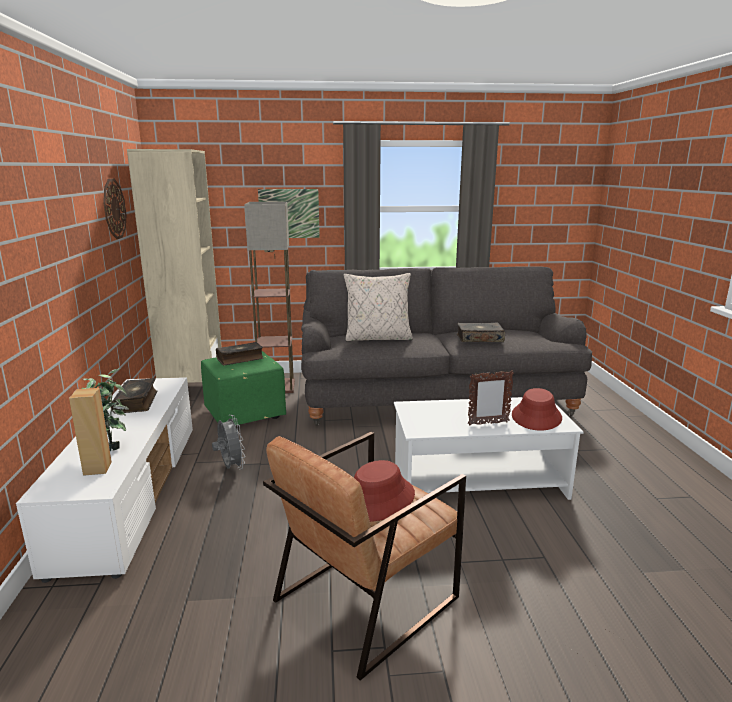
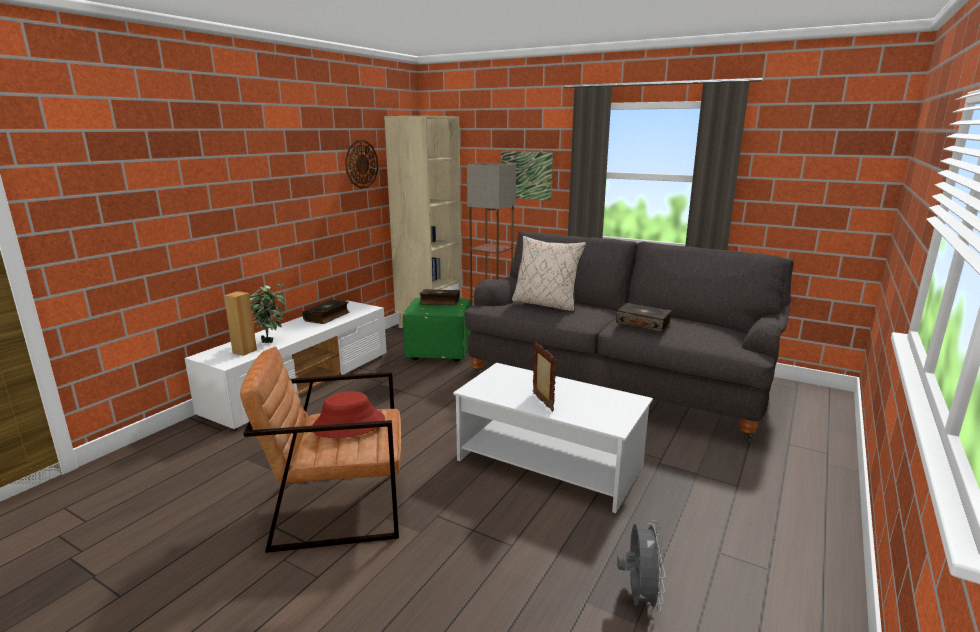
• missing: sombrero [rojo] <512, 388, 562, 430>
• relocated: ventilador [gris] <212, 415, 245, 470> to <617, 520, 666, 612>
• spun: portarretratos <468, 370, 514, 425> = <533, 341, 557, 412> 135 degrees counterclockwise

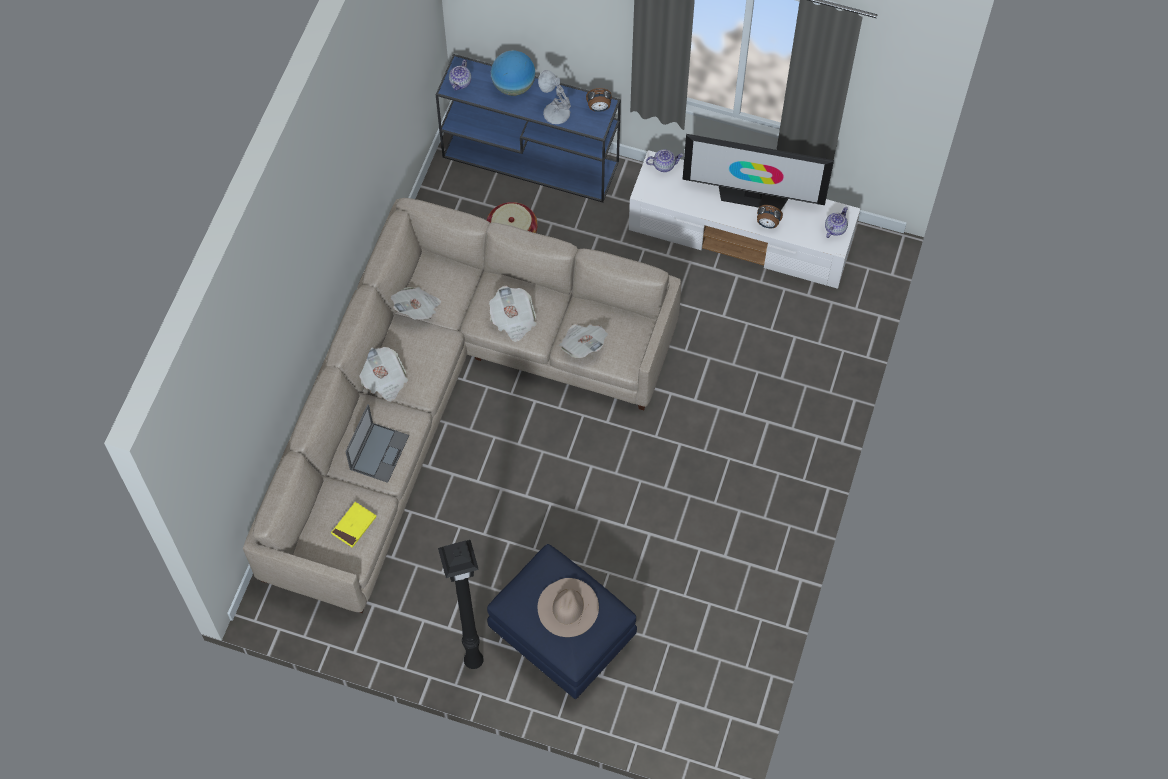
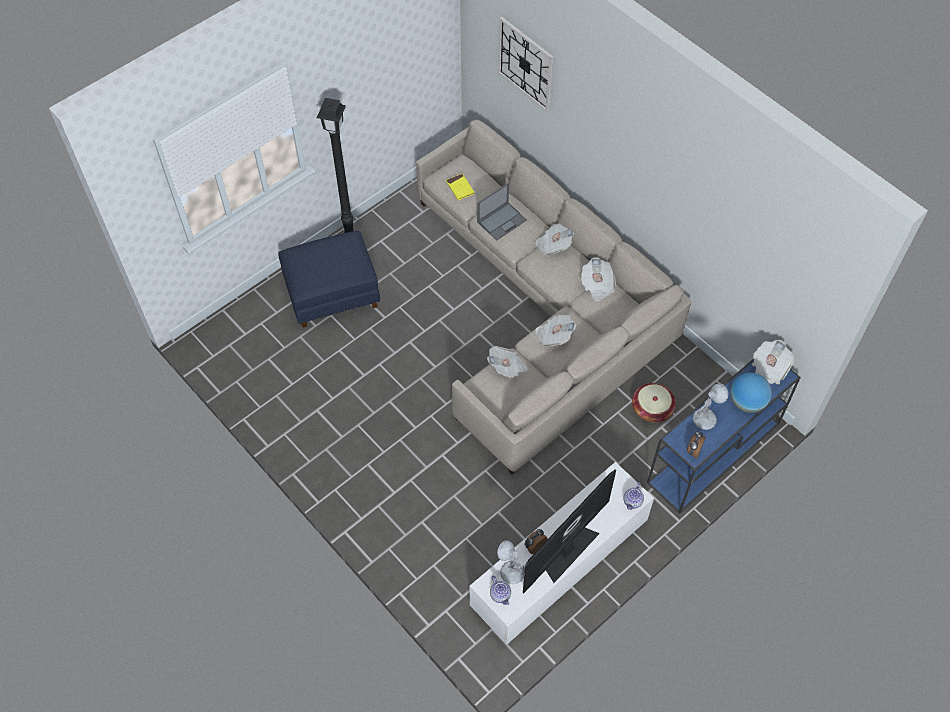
• missing: sombrero [beis] <538, 578, 599, 637>
• appeared: lámpara de mesa [blanco] <497, 540, 525, 584>
• appeared: reloj de pared <498, 17, 554, 112>
• exchanged: tetera <449, 60, 471, 90> to periódico <752, 340, 794, 384>
• spun: portátil <345, 404, 409, 483> = <477, 183, 527, 241> 90 degrees counterclockwise

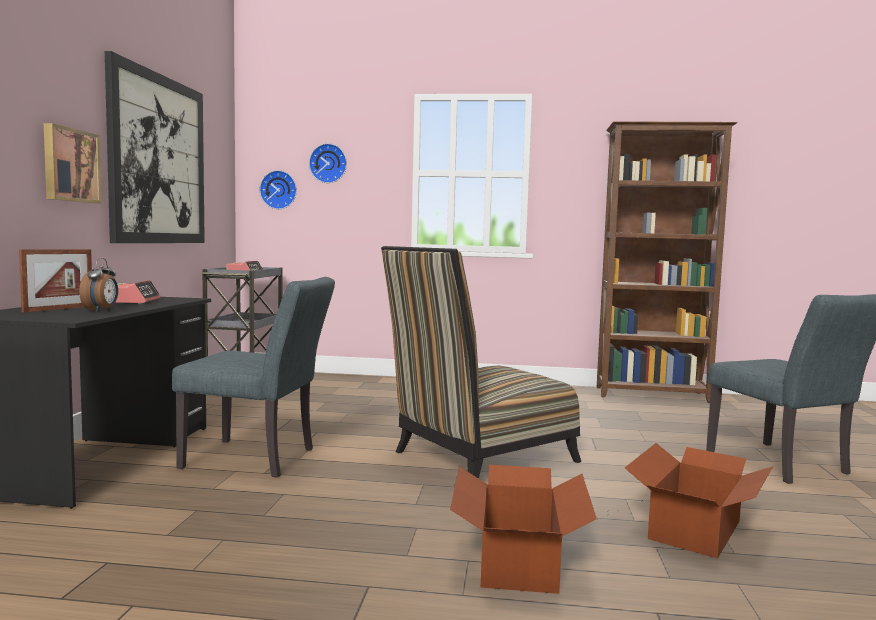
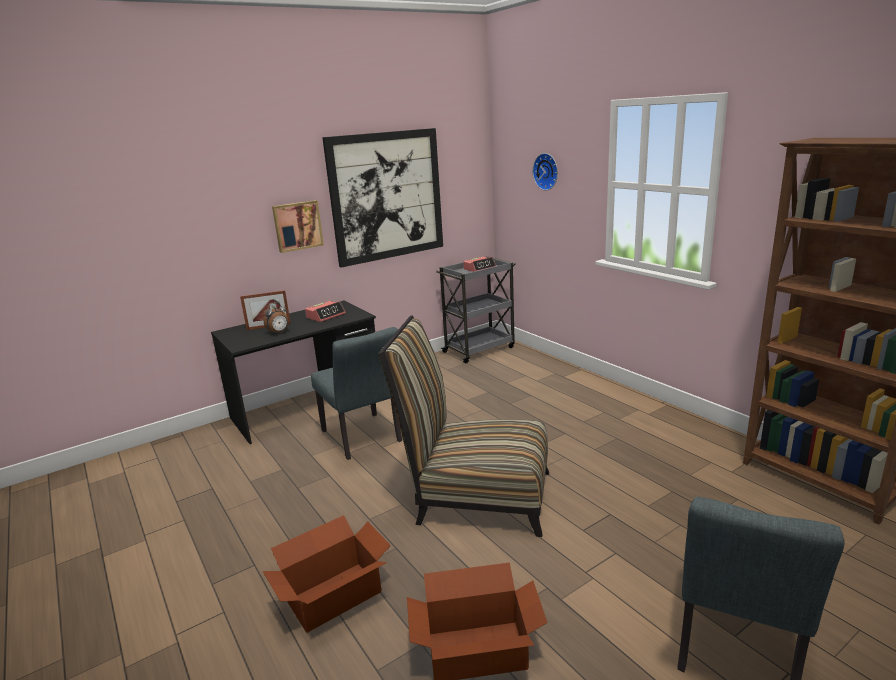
• missing: reloj de pared <260, 170, 297, 209>

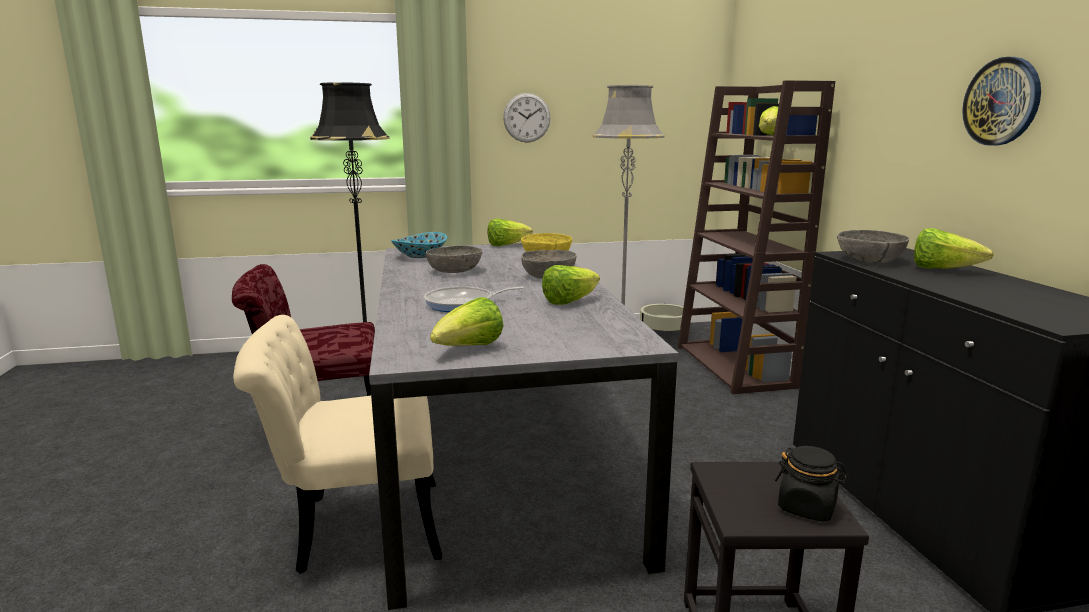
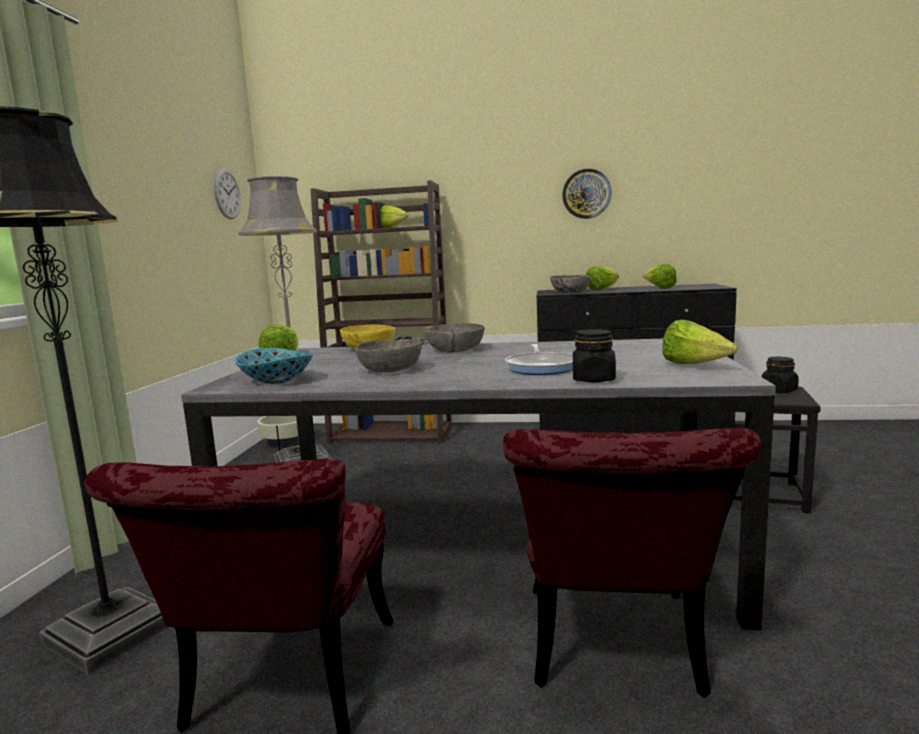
• appeared: tarro [negro] <573, 329, 616, 382>
• relocated: reloj de pared <503, 93, 550, 143> to <214, 168, 241, 219>
• relocated: lechuga <542, 265, 600, 305> to <643, 263, 677, 289>
• colour: silla [beis] <233, 315, 442, 574> to silla [rojo] <503, 428, 761, 698>

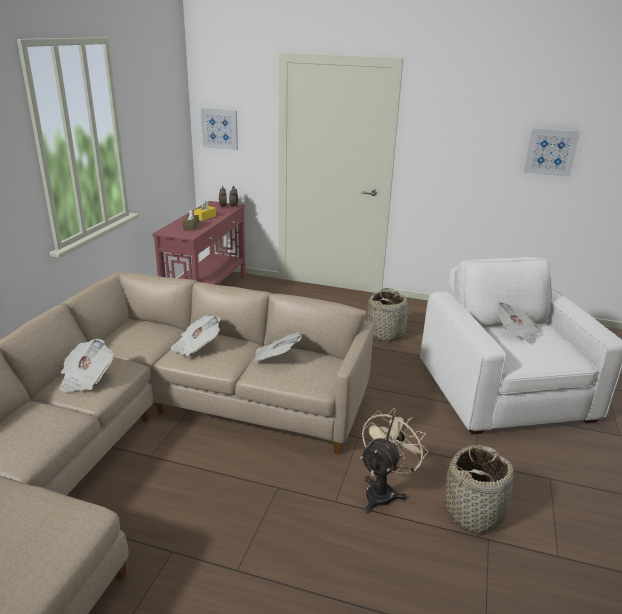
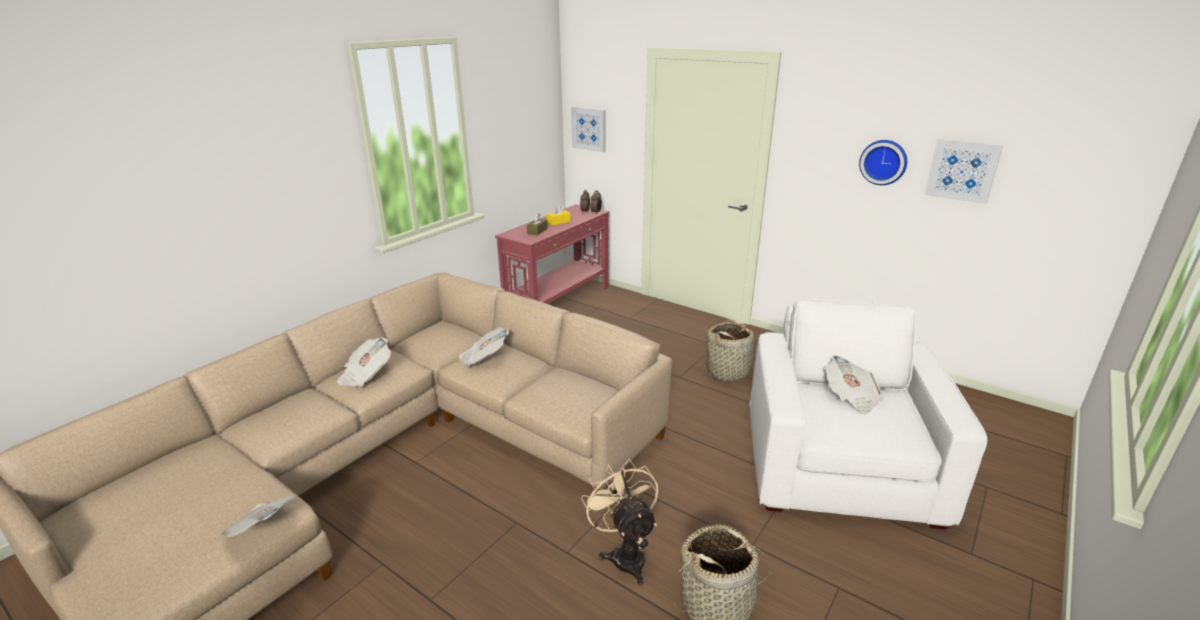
• appeared: reloj de pared <859, 140, 907, 185>
• relocated: periódico <254, 332, 302, 362> to <221, 494, 295, 537>
• spun: ventilador [beis] <360, 408, 428, 513> = <581, 459, 658, 585> 75 degrees counterclockwise

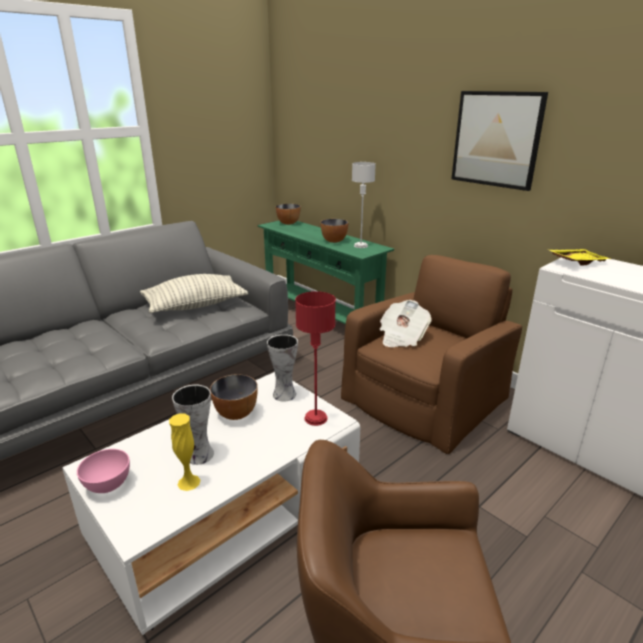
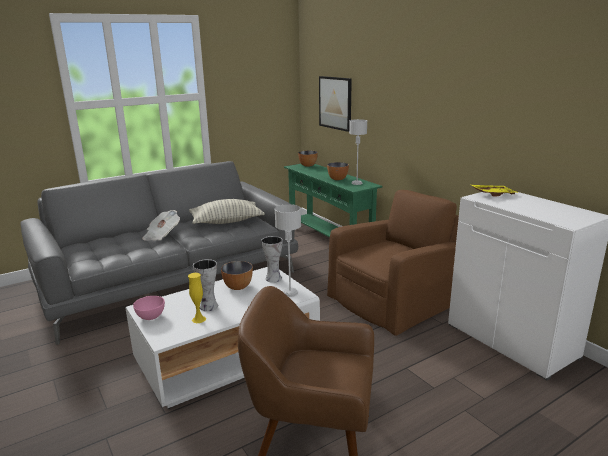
• relocated: periódico <380, 300, 431, 347> to <142, 210, 180, 241>
• relocated: cuadro <451, 91, 548, 191> to <319, 76, 352, 132>
• colour: lámpara de mesa [rojo] <295, 291, 336, 426> to lámpara de mesa [gris] <275, 204, 301, 297>

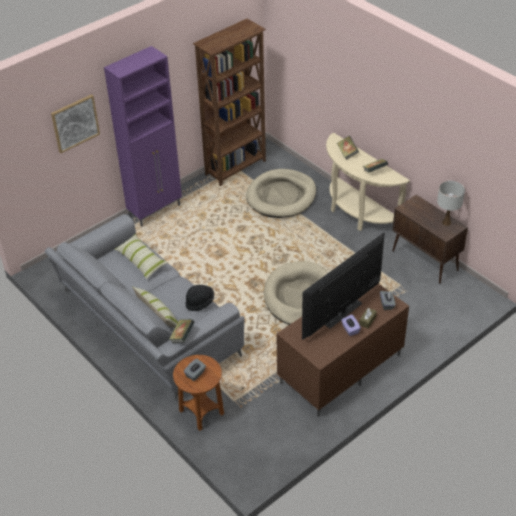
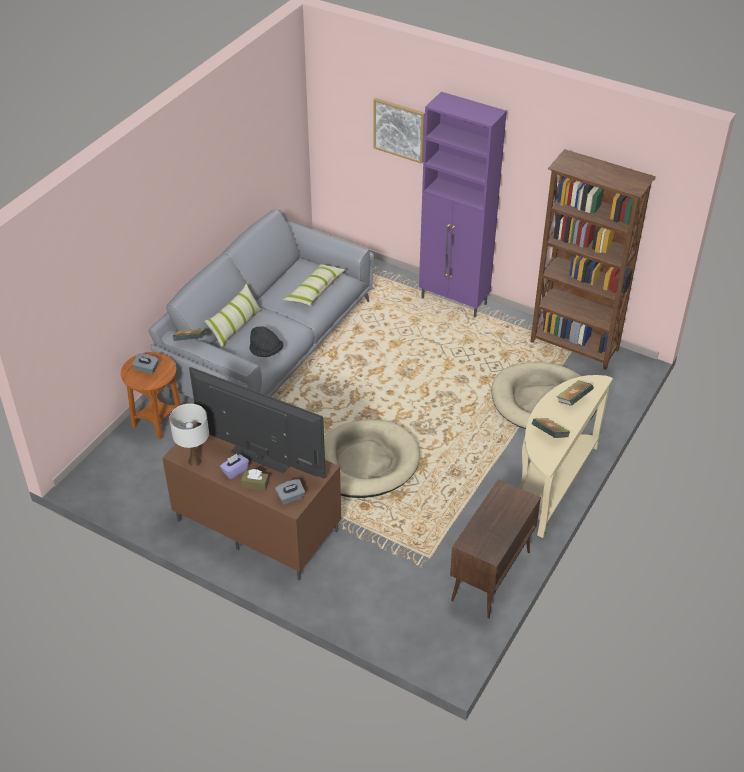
• relocated: lámpara de mesa [blanco] <437, 181, 465, 226> to <169, 404, 209, 466>

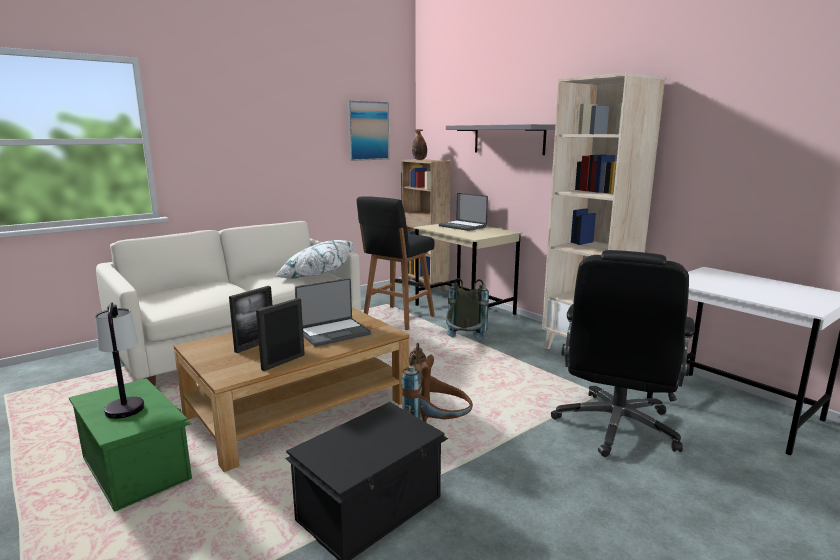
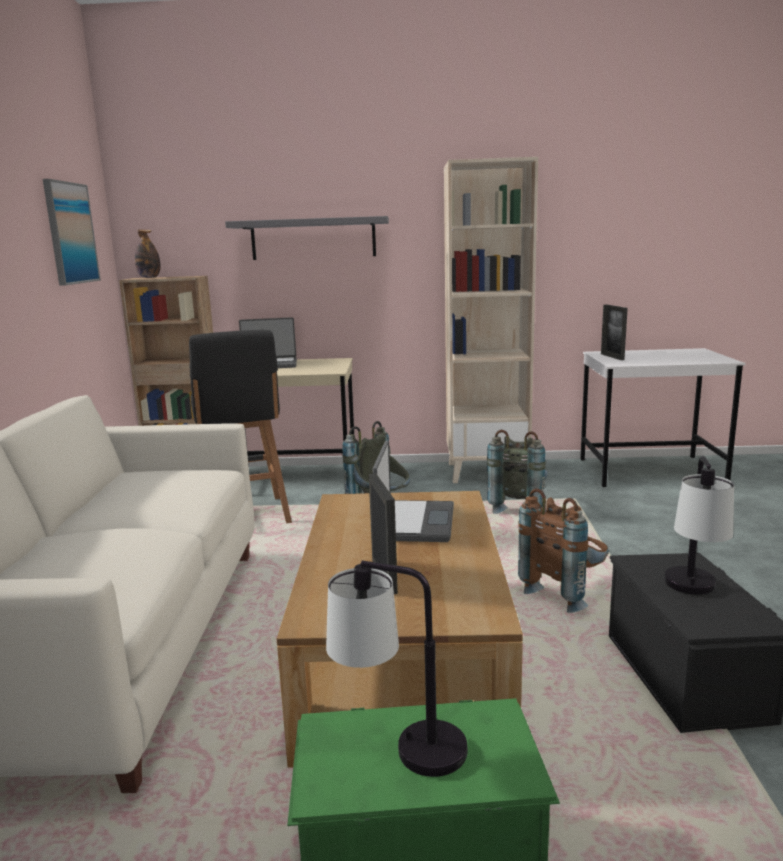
• missing: cojín [blanco] <275, 240, 355, 278>
• missing: silla de oficina [negro] <551, 250, 695, 457>
• appeared: mochila [gris] <487, 430, 548, 514>
• appeared: lámpara de mesa <664, 456, 734, 595>
• relocated: portarretratos <256, 298, 305, 371> to <601, 305, 628, 360>

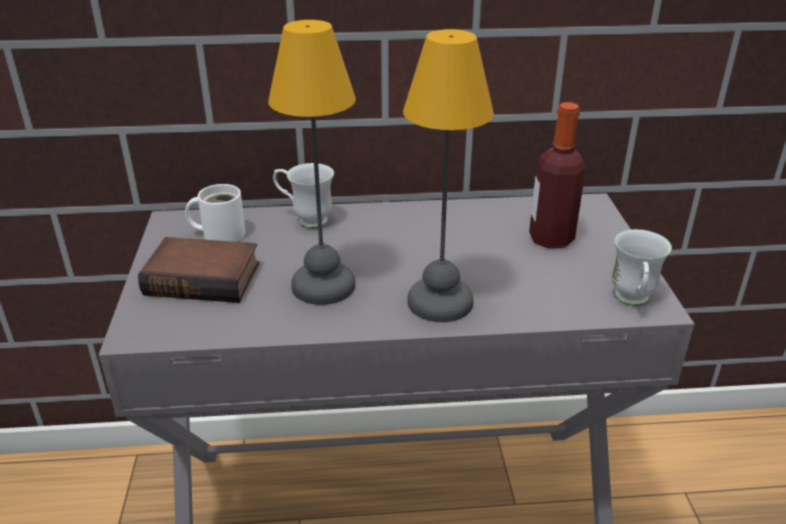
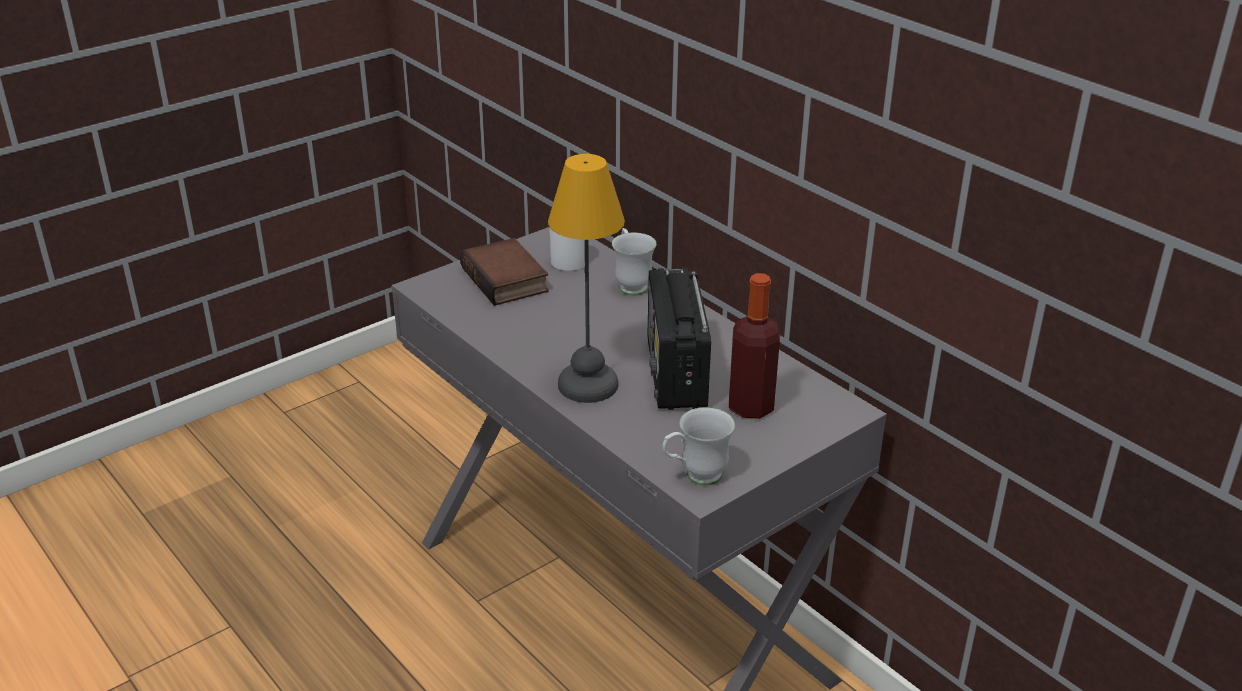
• missing: lámpara de mesa <268, 20, 356, 305>
• appeared: radio <648, 268, 711, 410>

